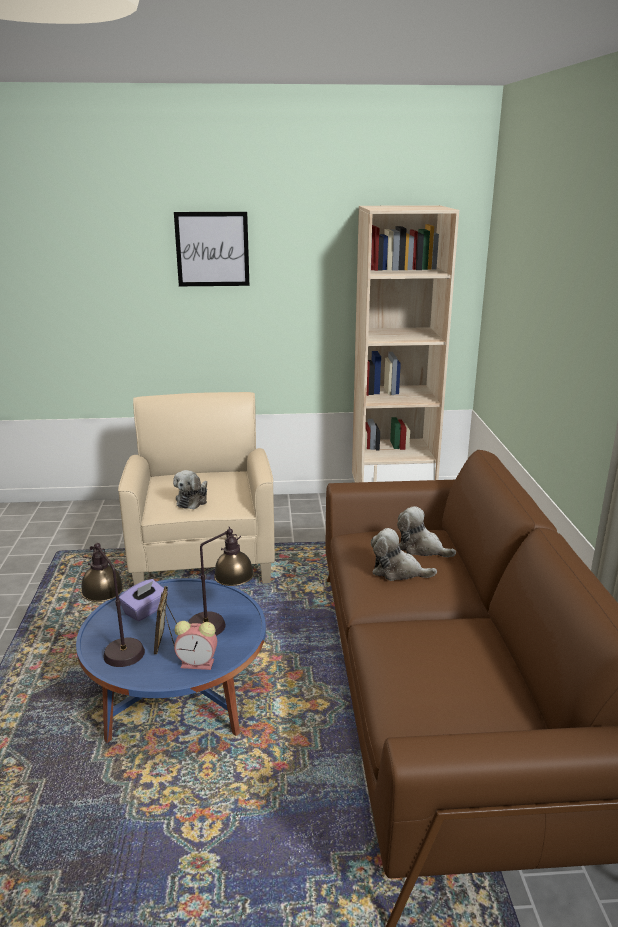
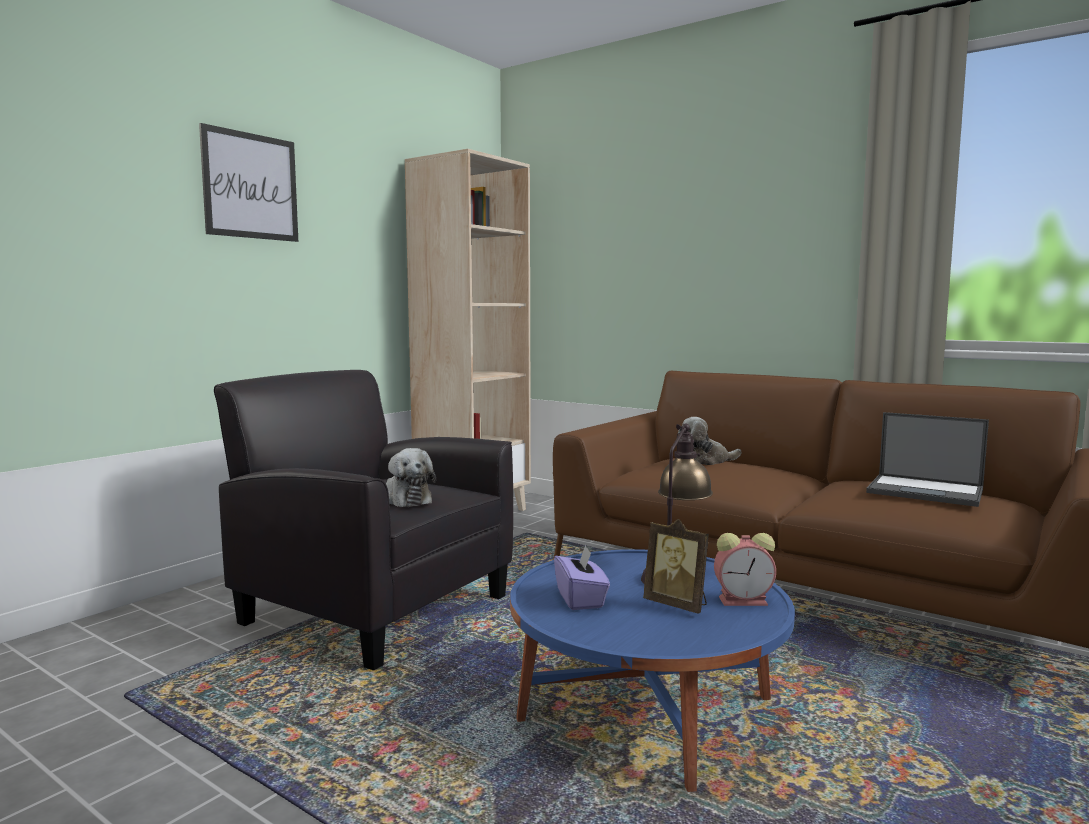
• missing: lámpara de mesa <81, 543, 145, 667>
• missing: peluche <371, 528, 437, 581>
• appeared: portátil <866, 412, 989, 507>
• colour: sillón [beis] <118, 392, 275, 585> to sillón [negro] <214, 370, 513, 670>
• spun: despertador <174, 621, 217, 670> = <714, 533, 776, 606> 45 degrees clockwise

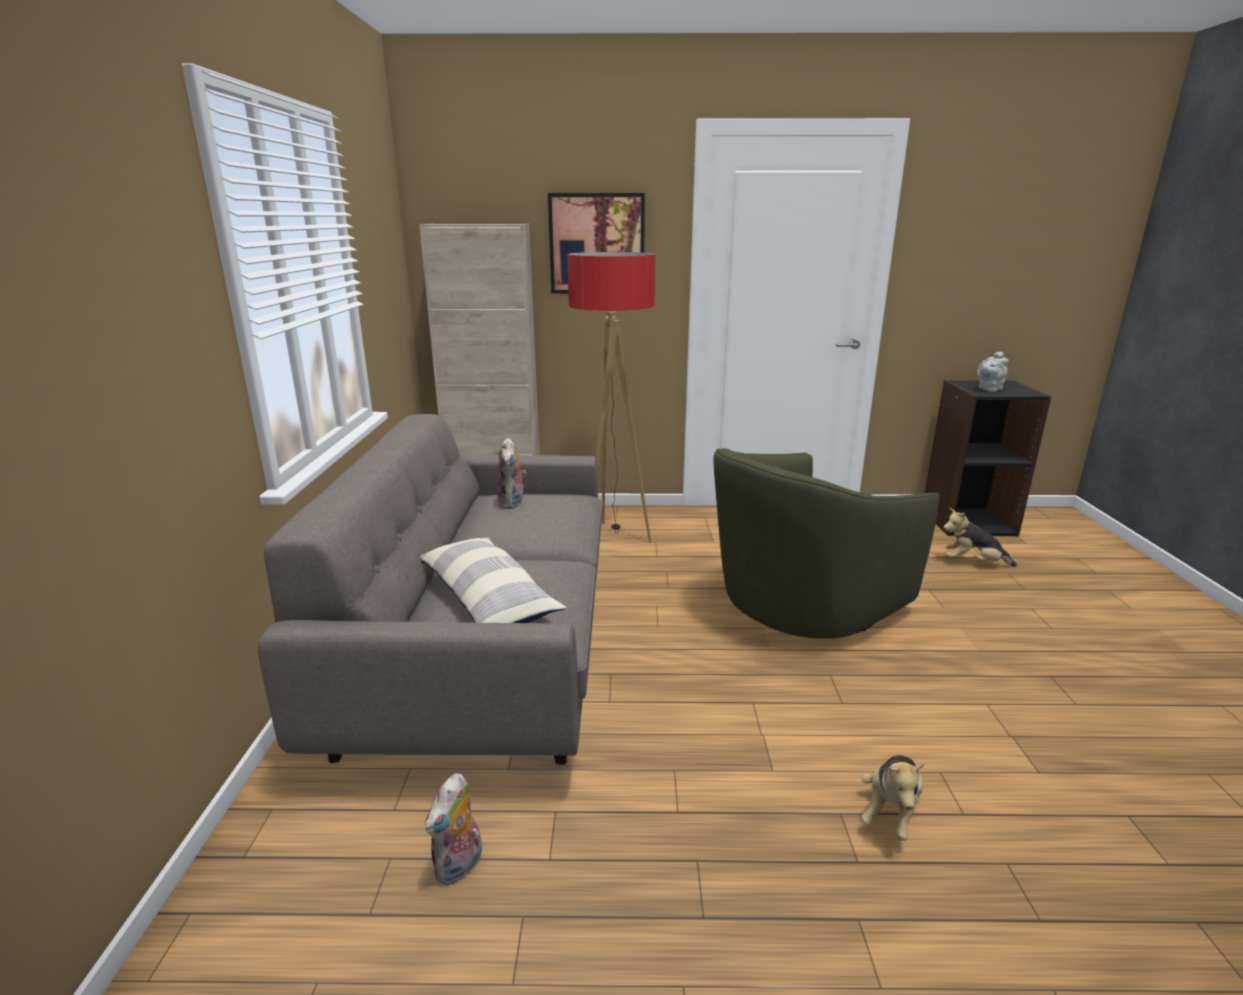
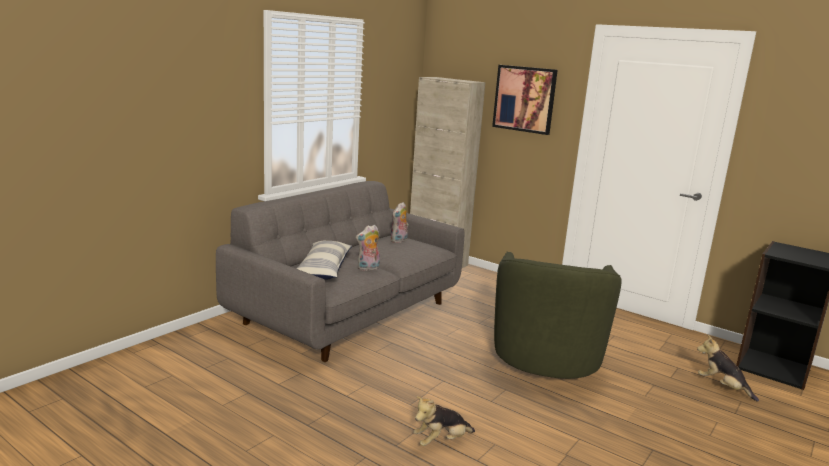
• missing: lámpara de pie <567, 252, 656, 542>
• missing: tetera [gris] <977, 352, 1009, 392>
• relocated: peluche <425, 773, 482, 886> to <356, 225, 380, 271>
• spun: sillón [verde] <714, 448, 940, 639> = <494, 251, 622, 379> 75 degrees counterclockwise

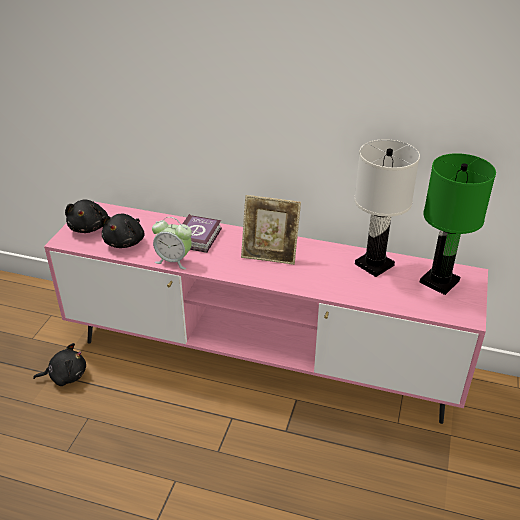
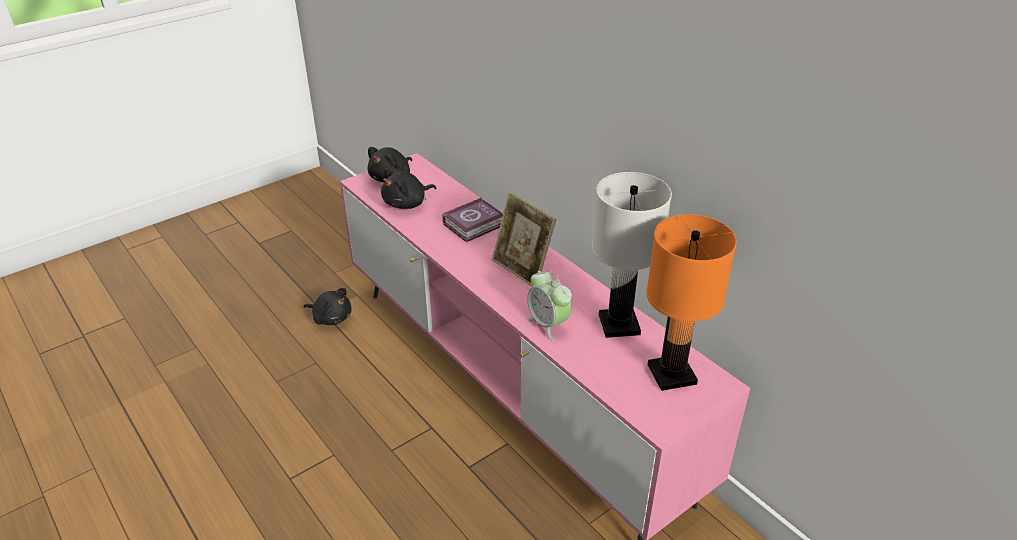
• relocated: despertador <152, 217, 192, 269> to <526, 270, 572, 341>
• colour: lámpara de mesa [verde] <419, 153, 496, 295> to lámpara de mesa [naranja] <646, 214, 737, 391>

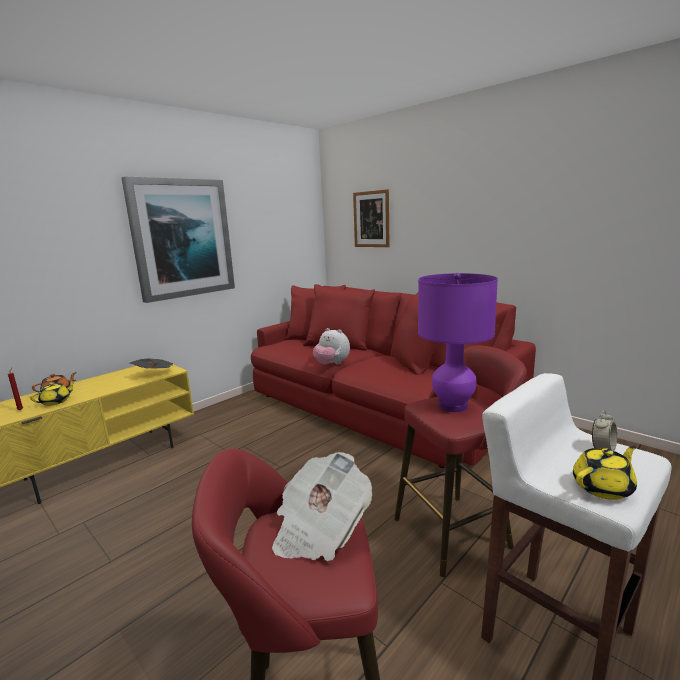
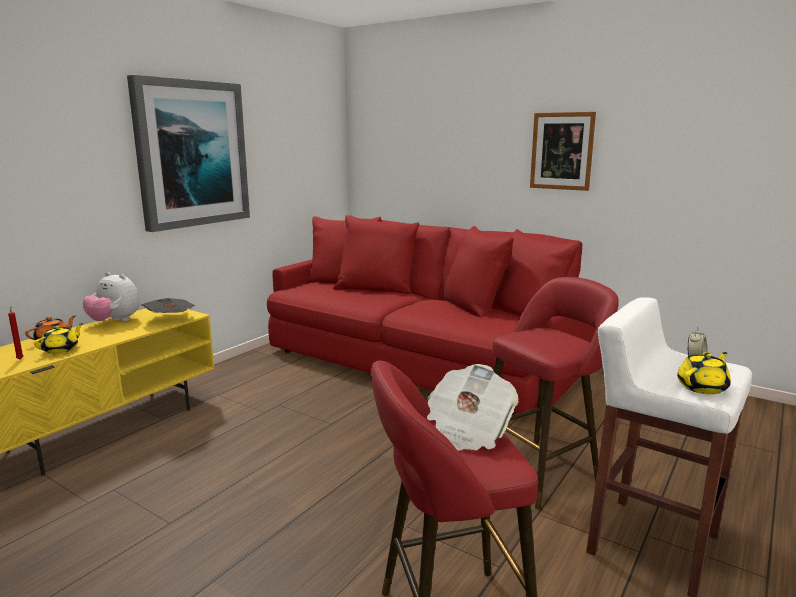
• missing: lámpara de mesa [morado] <418, 273, 498, 412>
• relocated: peluche <313, 328, 350, 365> to <83, 272, 140, 322>
• relocated: cuadro <353, 189, 390, 247> to <530, 112, 596, 191>

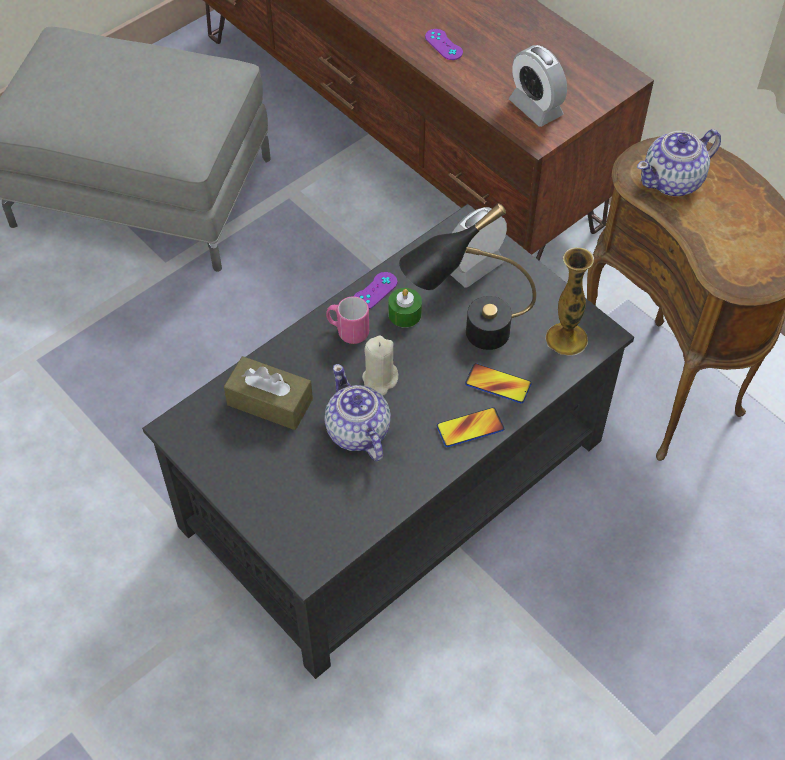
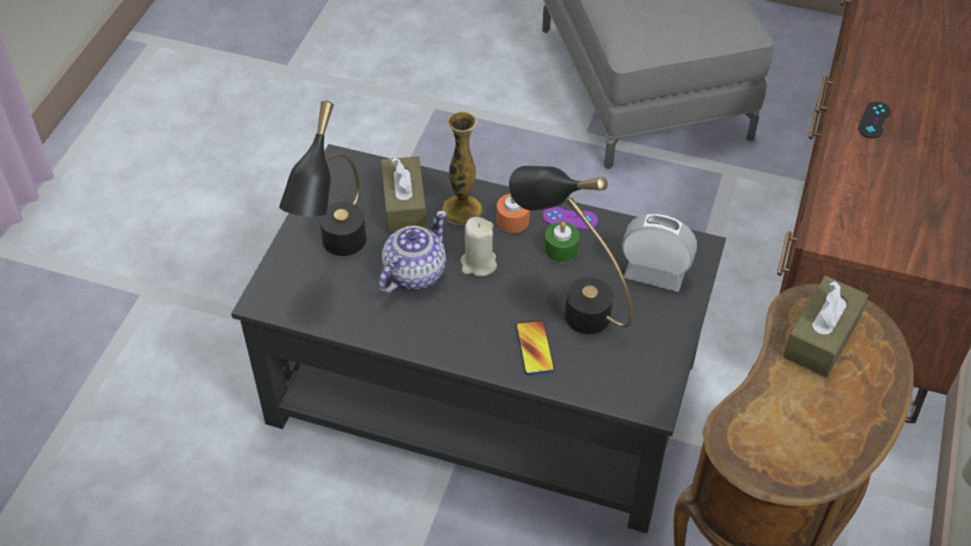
• missing: móvil <437, 407, 504, 447>
• missing: despertador <509, 45, 567, 127>
• appeared: lámpara de mesa [negro] <279, 101, 367, 256>
• relocated: florero <545, 247, 594, 355> to <442, 112, 482, 225>
• exchanged: taza grande [rosa] <326, 296, 369, 344> to vela [naranja] <497, 194, 530, 233>
• exchanged: tetera <637, 129, 721, 196> to caja de pañuelos [marrón] <783, 276, 869, 377>
• colour: mando de consola [morado] <425, 29, 463, 60> to mando de consola [negro] <858, 102, 891, 138>

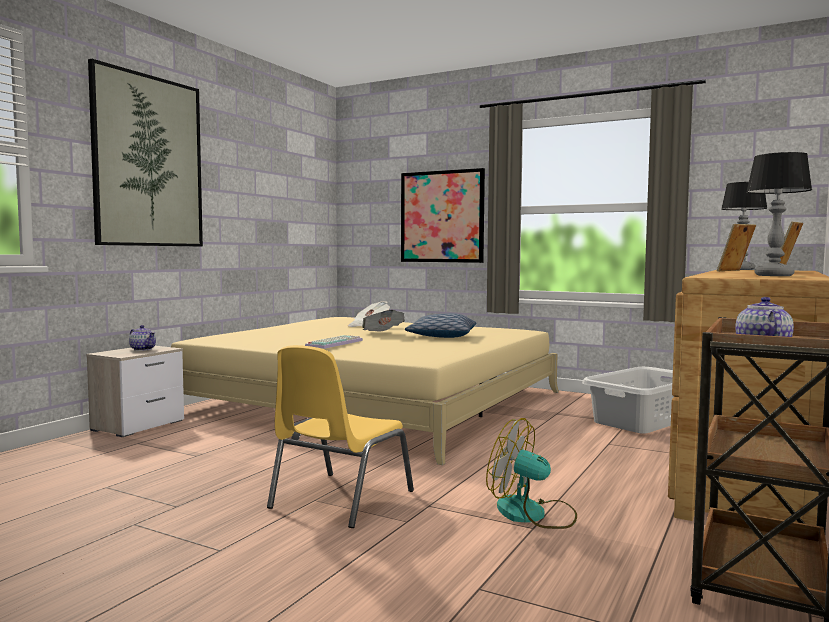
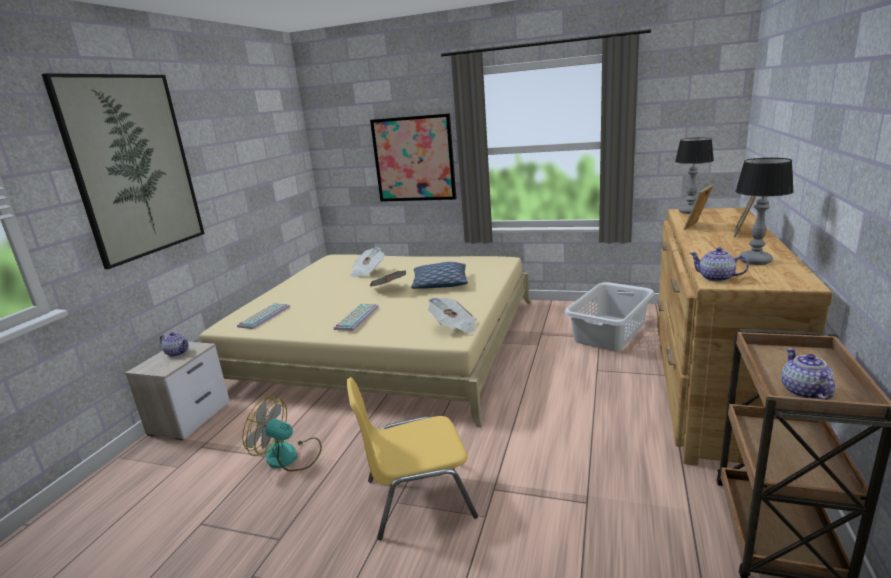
• appeared: teclado <237, 303, 290, 329>
• appeared: periódico <428, 298, 477, 334>
• appeared: tetera <689, 247, 749, 282>
• relocated: ventilador <486, 418, 577, 529> to <242, 396, 322, 471>
• spun: silla [amarillo] <267, 345, 414, 528> = <347, 377, 478, 540> 60 degrees clockwise

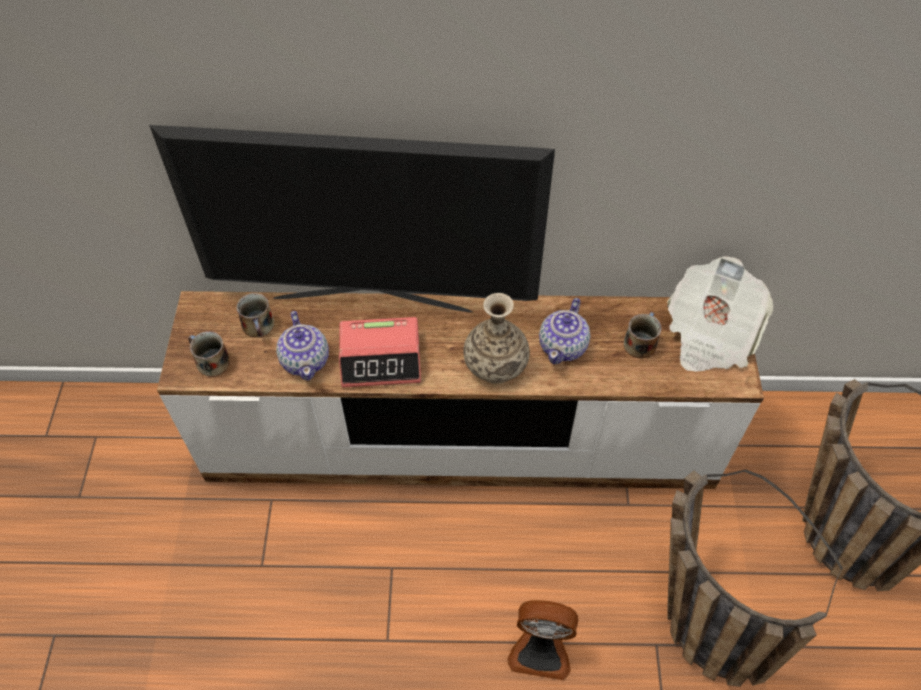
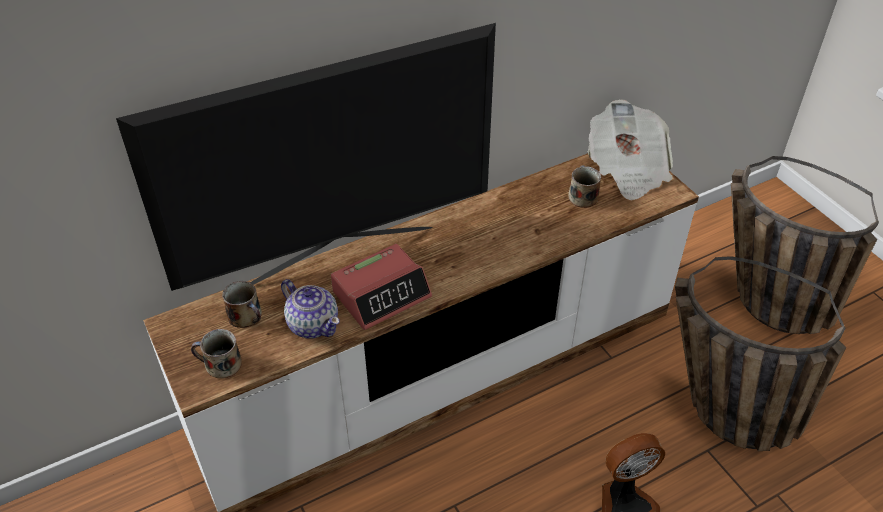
• missing: florero <463, 293, 530, 384>
• missing: tetera <539, 298, 591, 364>

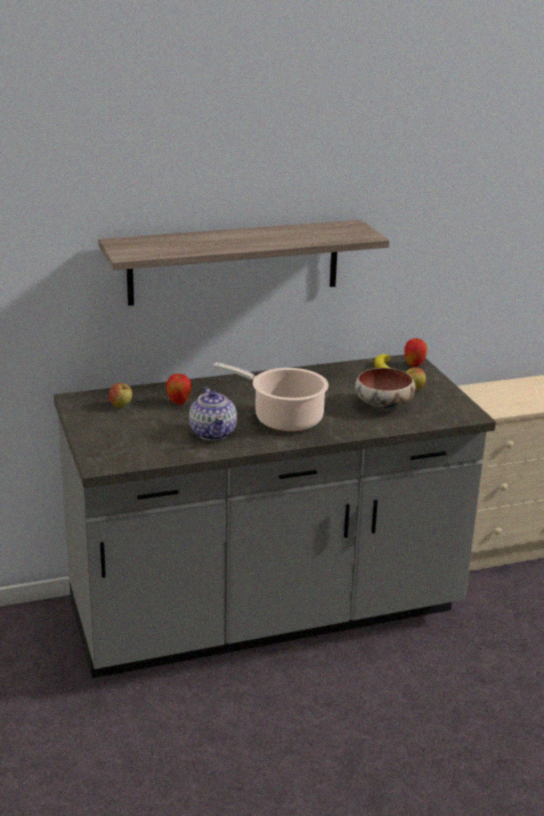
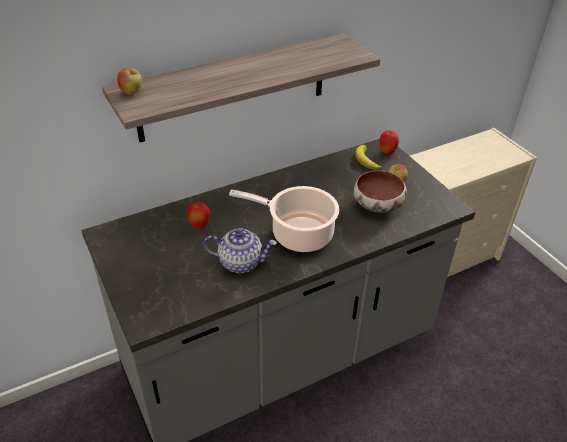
• relocated: manzana <109, 383, 132, 408> to <117, 68, 142, 95>
• spun: tetera <189, 387, 237, 441> = <203, 228, 277, 273> 60 degrees counterclockwise

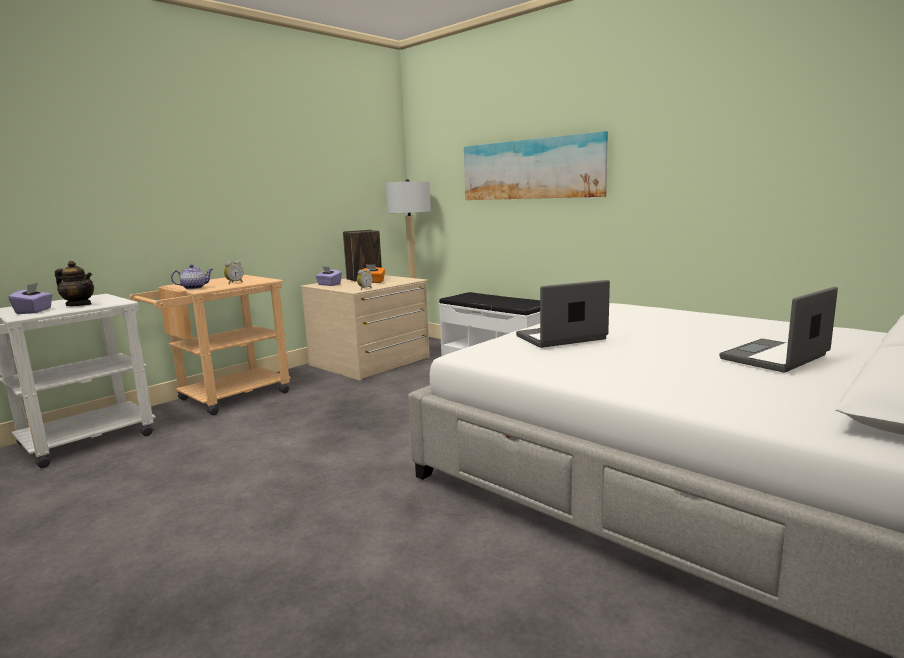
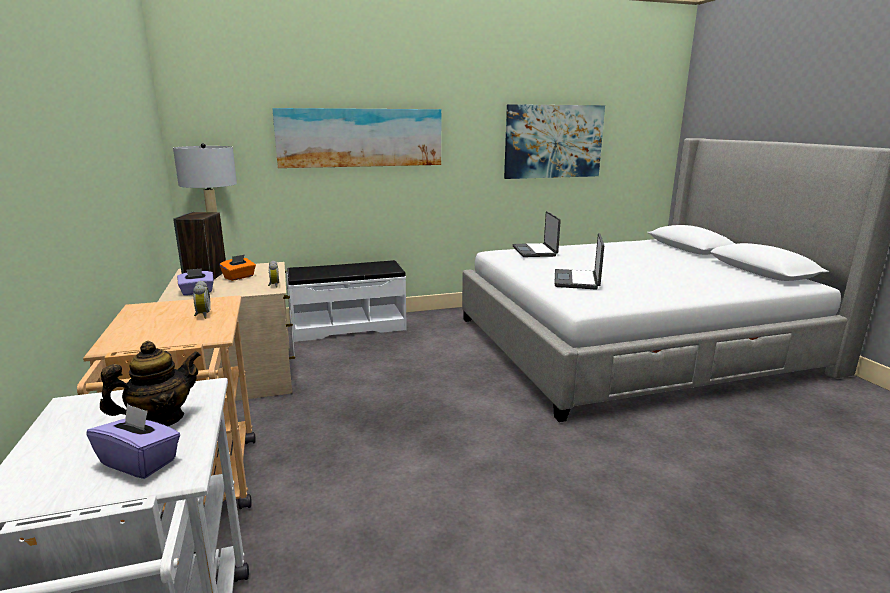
• missing: tetera <171, 265, 213, 289>
• appeared: cuadro <504, 104, 605, 179>
• relocated: portátil <719, 287, 838, 372> to <512, 211, 561, 257>

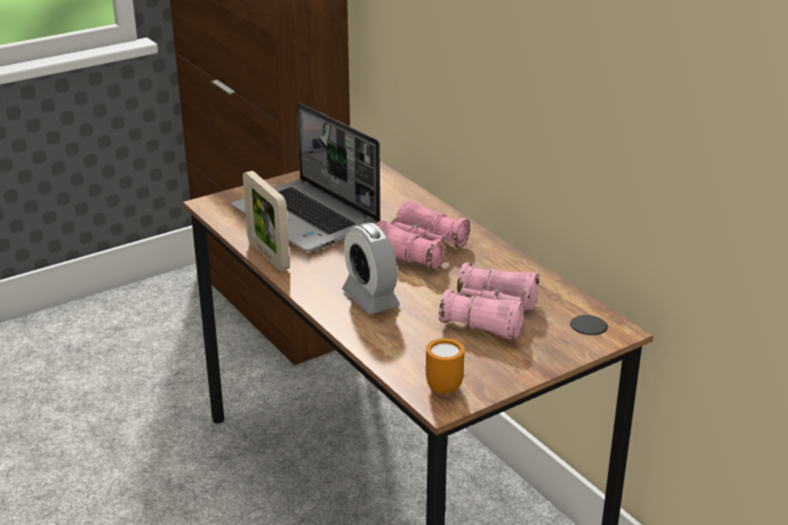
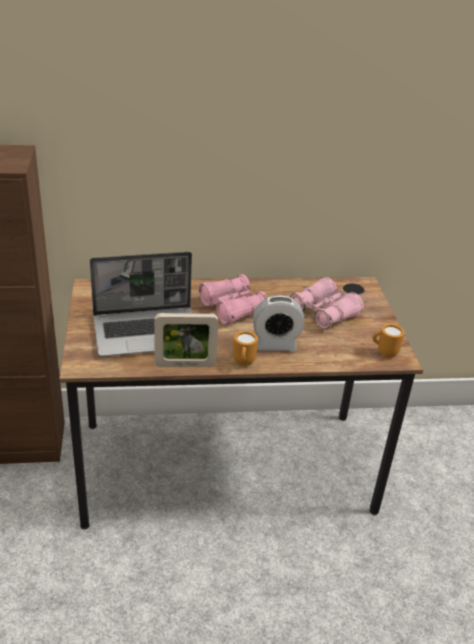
• appeared: taza grande [naranja] <233, 331, 258, 365>

